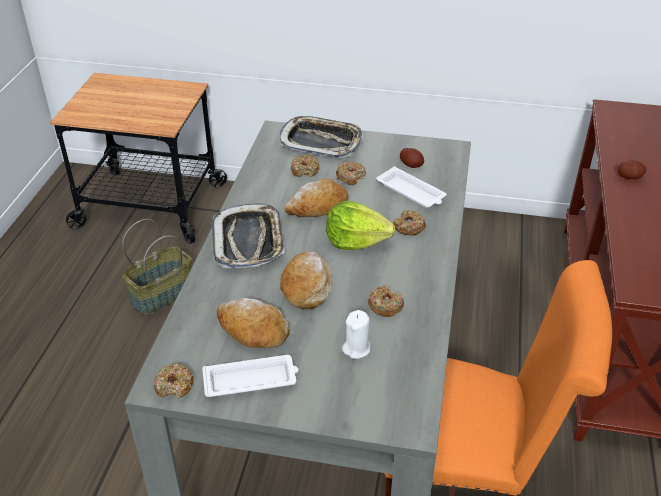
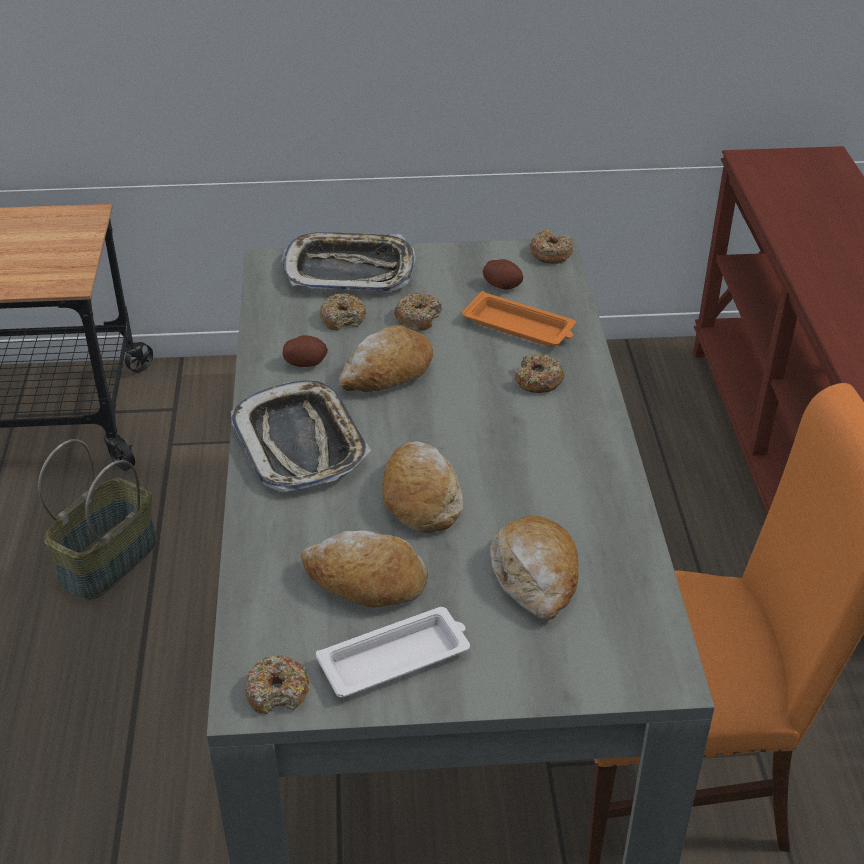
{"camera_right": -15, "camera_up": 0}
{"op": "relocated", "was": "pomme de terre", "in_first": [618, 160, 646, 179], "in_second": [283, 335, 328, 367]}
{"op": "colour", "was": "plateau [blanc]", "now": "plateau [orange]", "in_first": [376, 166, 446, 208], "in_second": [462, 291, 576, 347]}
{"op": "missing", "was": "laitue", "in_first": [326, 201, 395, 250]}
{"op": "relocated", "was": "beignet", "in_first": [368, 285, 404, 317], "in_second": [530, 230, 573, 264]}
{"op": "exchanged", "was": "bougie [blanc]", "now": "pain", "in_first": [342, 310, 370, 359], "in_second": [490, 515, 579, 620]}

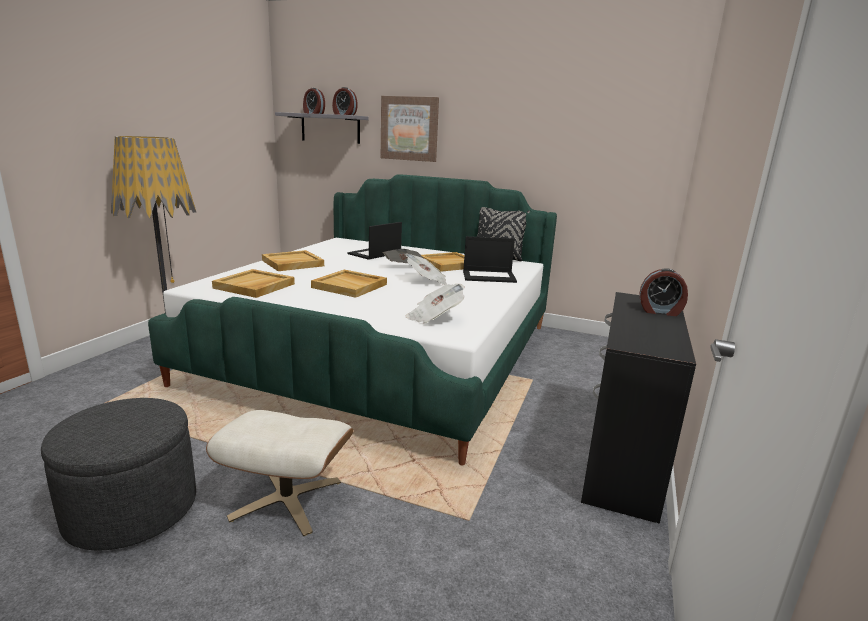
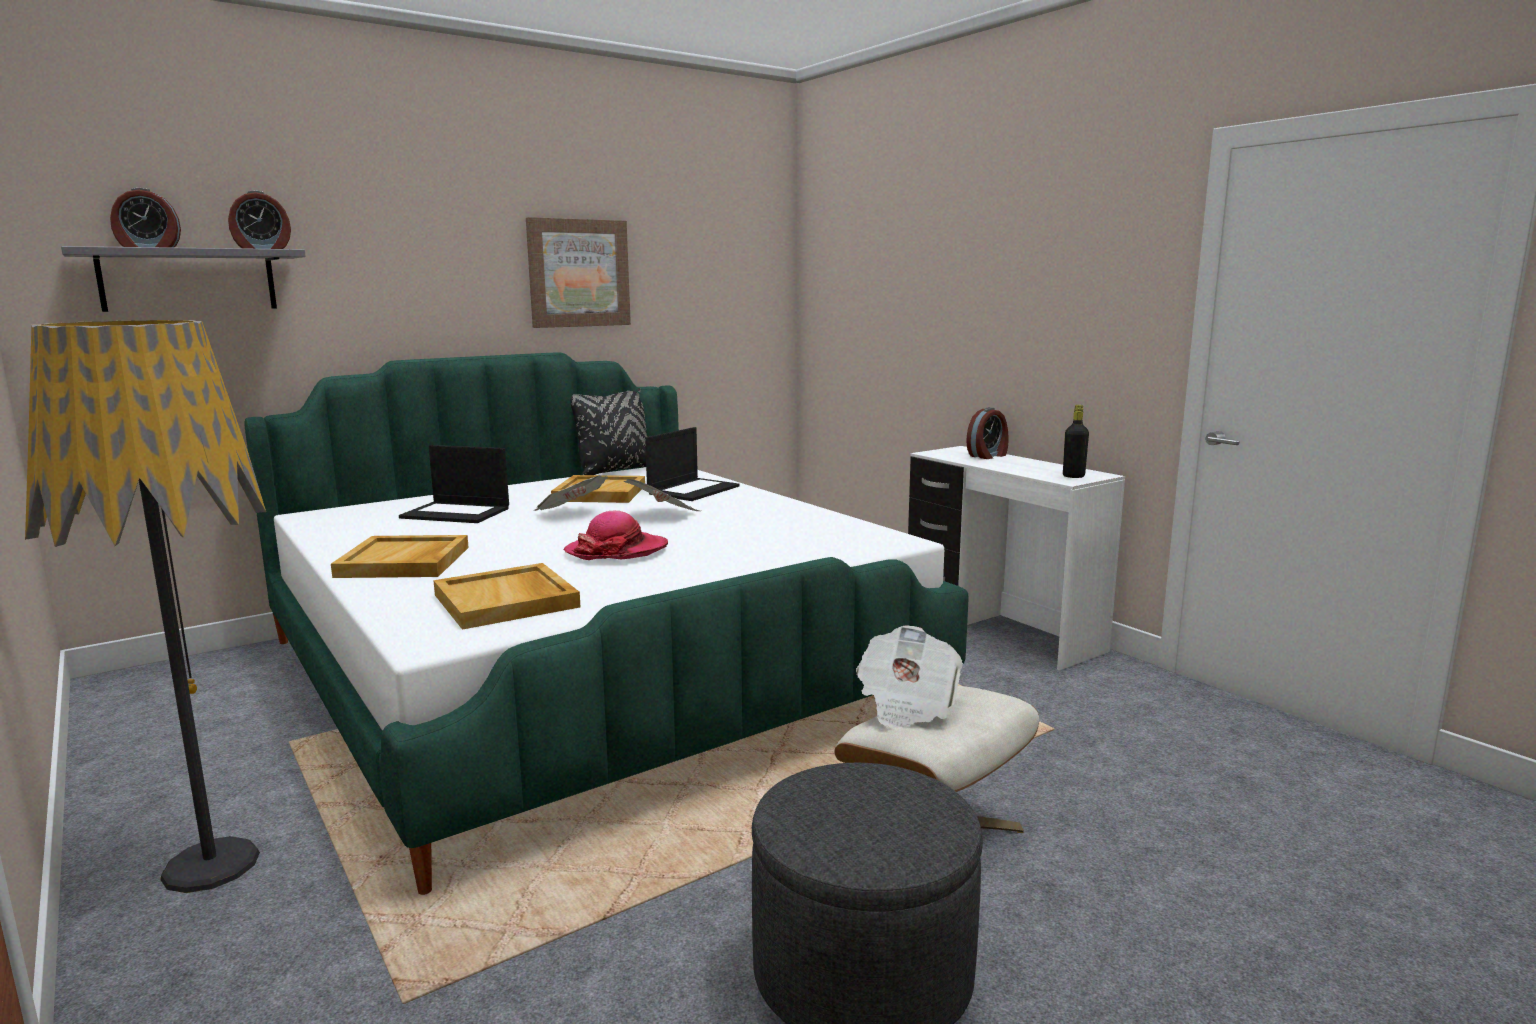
{"camera_right": -55, "camera_up": -5}
{"op": "relocated", "was": "tableau", "in_first": [381, 96, 439, 162], "in_second": [526, 217, 631, 328]}
{"op": "spun", "was": "ordinateur portable", "in_first": [347, 222, 402, 260], "in_second": [399, 445, 509, 523], "clockwise": -60}
{"op": "exchanged", "was": "plateau [beige]", "now": "chapeau", "in_first": [311, 270, 387, 298], "in_second": [563, 511, 668, 560]}
{"op": "relocated", "was": "journal", "in_first": [405, 284, 465, 323], "in_second": [856, 626, 963, 728]}
{"op": "colour", "was": "bureau [noir]", "now": "bureau [blanc]", "in_first": [581, 292, 696, 524], "in_second": [908, 446, 1125, 671]}
{"op": "appeared", "now": "bouteille [noir]", "in_second": [1063, 405, 1089, 478]}

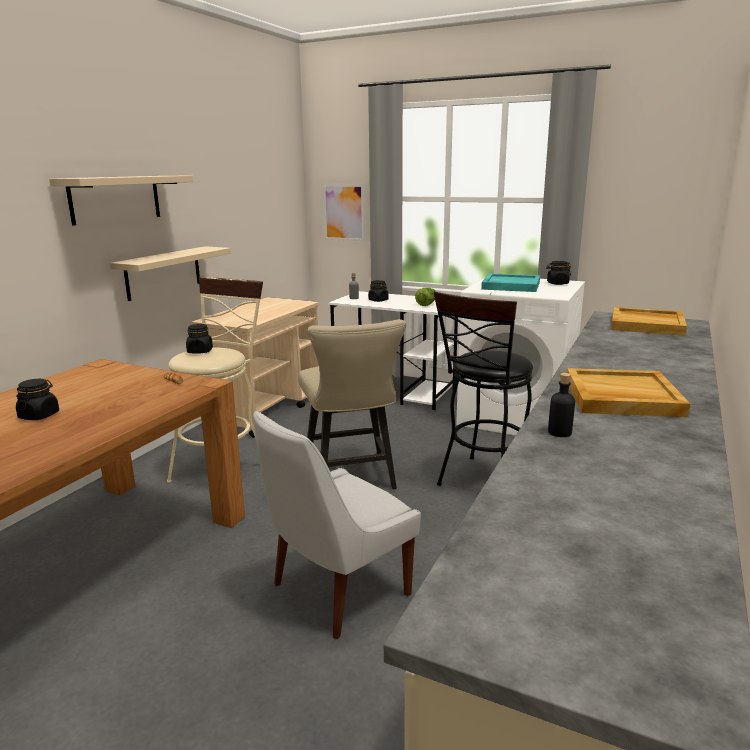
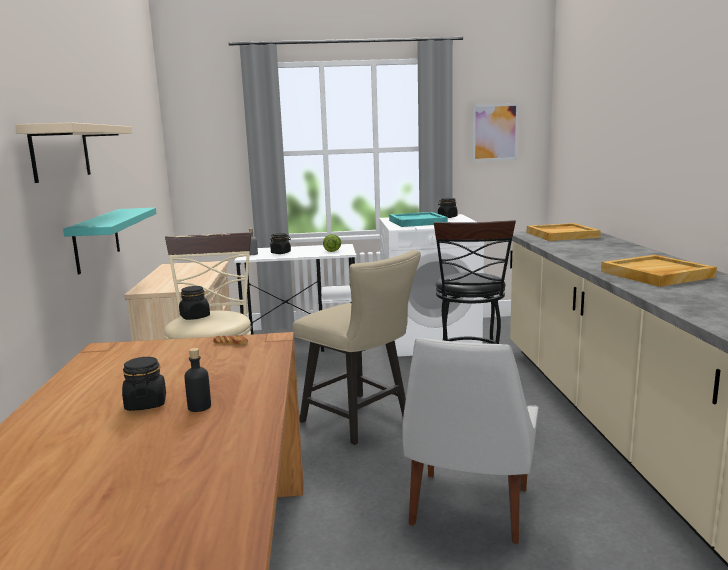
{"camera_right": -30, "camera_up": -5}
{"op": "relocated", "was": "tableau", "in_first": [323, 184, 365, 241], "in_second": [472, 103, 519, 161]}
{"op": "colour", "was": "étagère [beige]", "now": "étagère [turquoise]", "in_first": [110, 246, 231, 301], "in_second": [63, 208, 157, 274]}
{"op": "relocated", "was": "bouteille [noir]", "in_first": [548, 373, 575, 437], "in_second": [184, 348, 211, 412]}

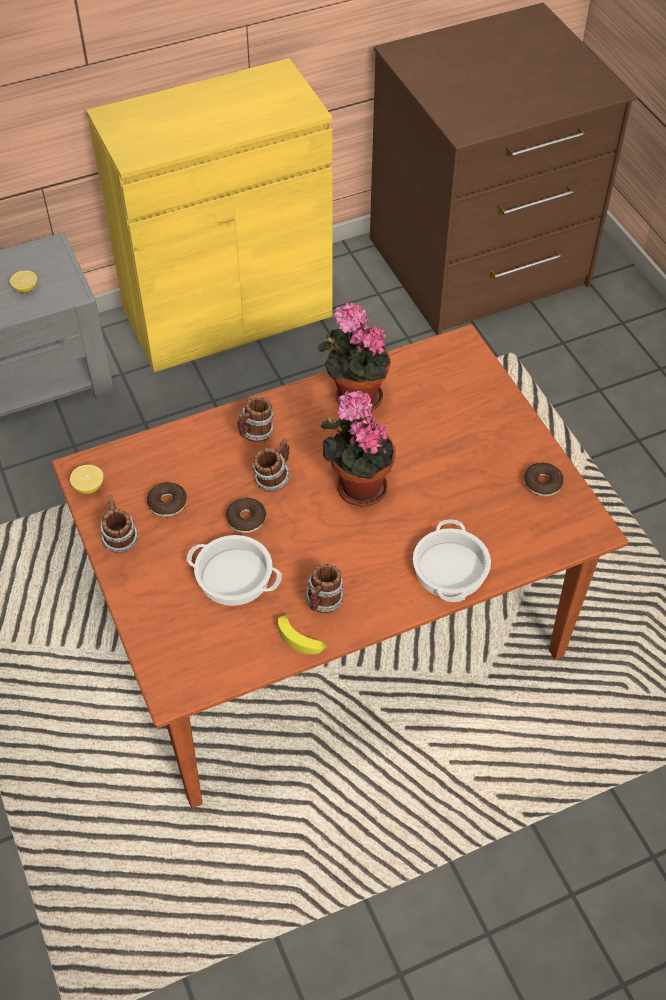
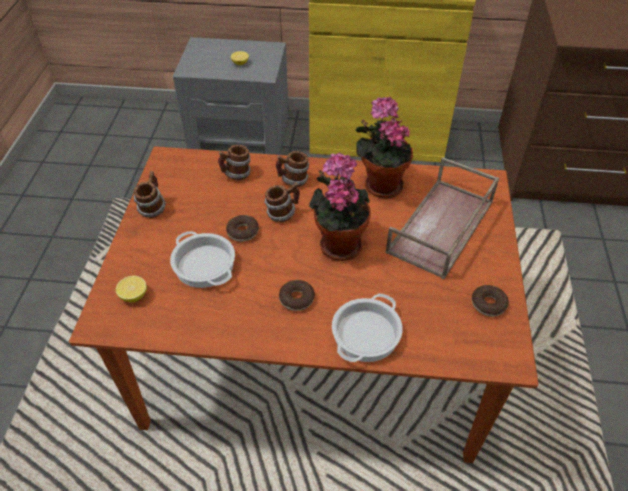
{"camera_right": 30, "camera_up": -5}
{"op": "relocated", "was": "citron", "in_first": [70, 465, 104, 494], "in_second": [116, 276, 147, 302]}
{"op": "relocated", "was": "beignet", "in_first": [147, 482, 187, 517], "in_second": [279, 280, 315, 311]}
{"op": "relocated", "was": "mug", "in_first": [305, 564, 344, 613], "in_second": [218, 145, 251, 180]}
{"op": "missing", "was": "banane", "in_first": [278, 613, 327, 654]}
{"op": "appeared", "now": "plateau [marron]", "in_second": [385, 157, 499, 279]}

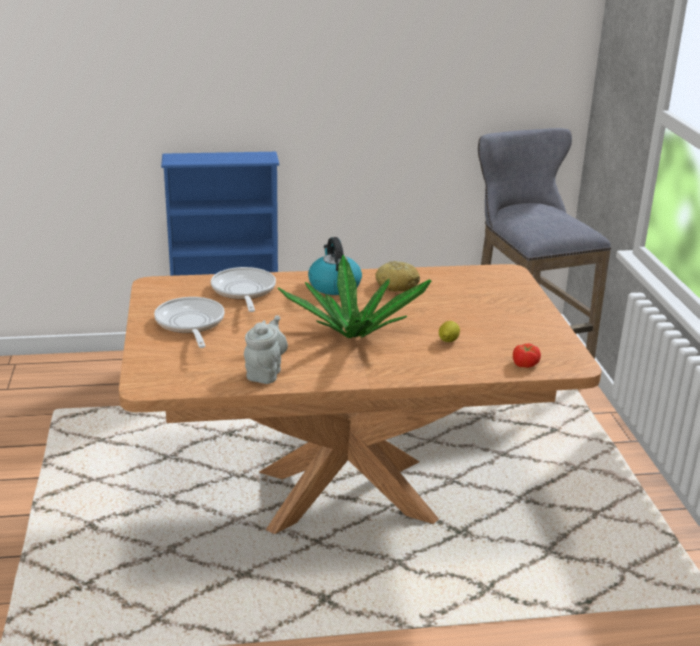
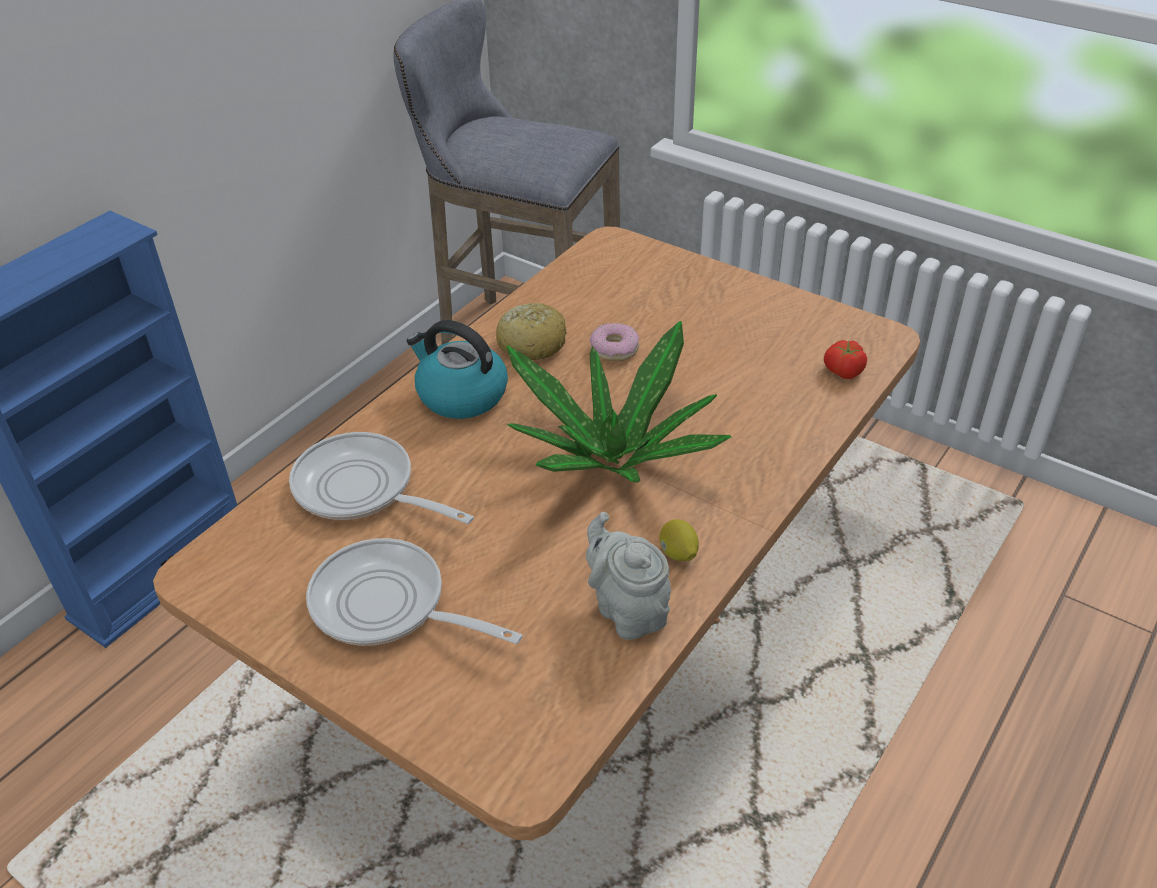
{"camera_right": -45, "camera_up": 15}
{"op": "relocated", "was": "citron", "in_first": [439, 321, 460, 342], "in_second": [660, 519, 699, 561]}
{"op": "appeared", "now": "beignet", "in_second": [590, 323, 639, 361]}

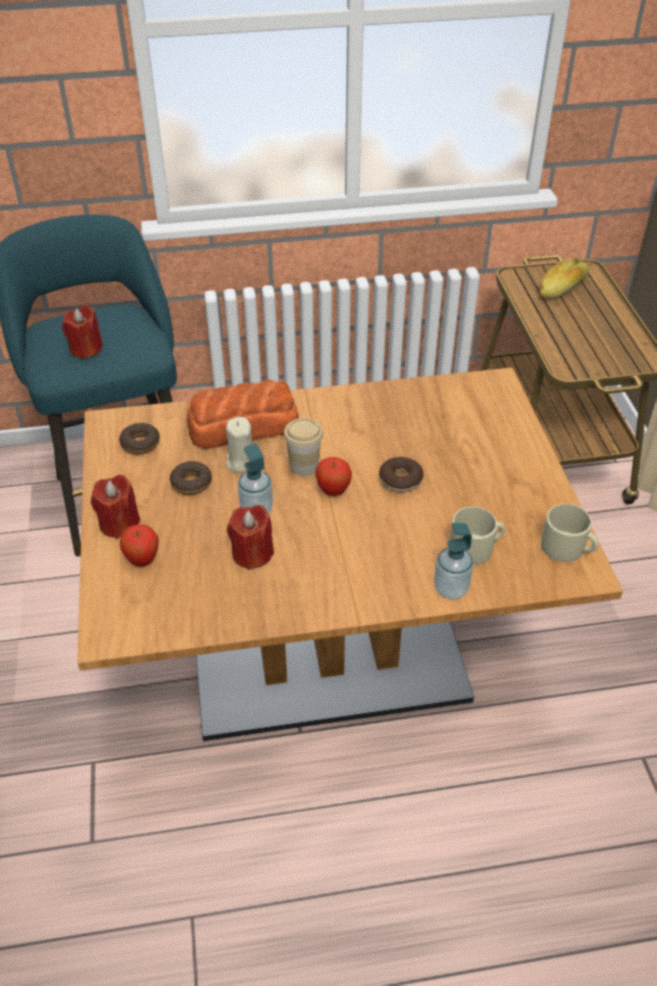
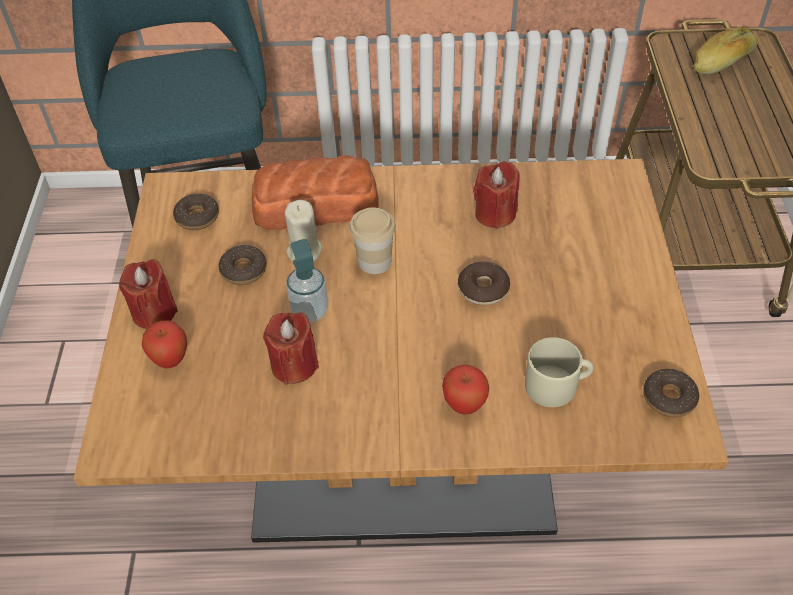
{"camera_right": 10, "camera_up": 5}
{"op": "relocated", "was": "bougie [rouge]", "in_first": [62, 305, 103, 359], "in_second": [473, 161, 520, 229]}
{"op": "relocated", "was": "pomme", "in_first": [316, 457, 352, 496], "in_second": [442, 364, 489, 415]}
{"op": "exchanged", "was": "mug [beige]", "now": "beignet", "in_first": [541, 504, 599, 562], "in_second": [643, 369, 699, 417]}
{"op": "missing", "was": "distributeur de savon", "in_first": [434, 523, 473, 600]}

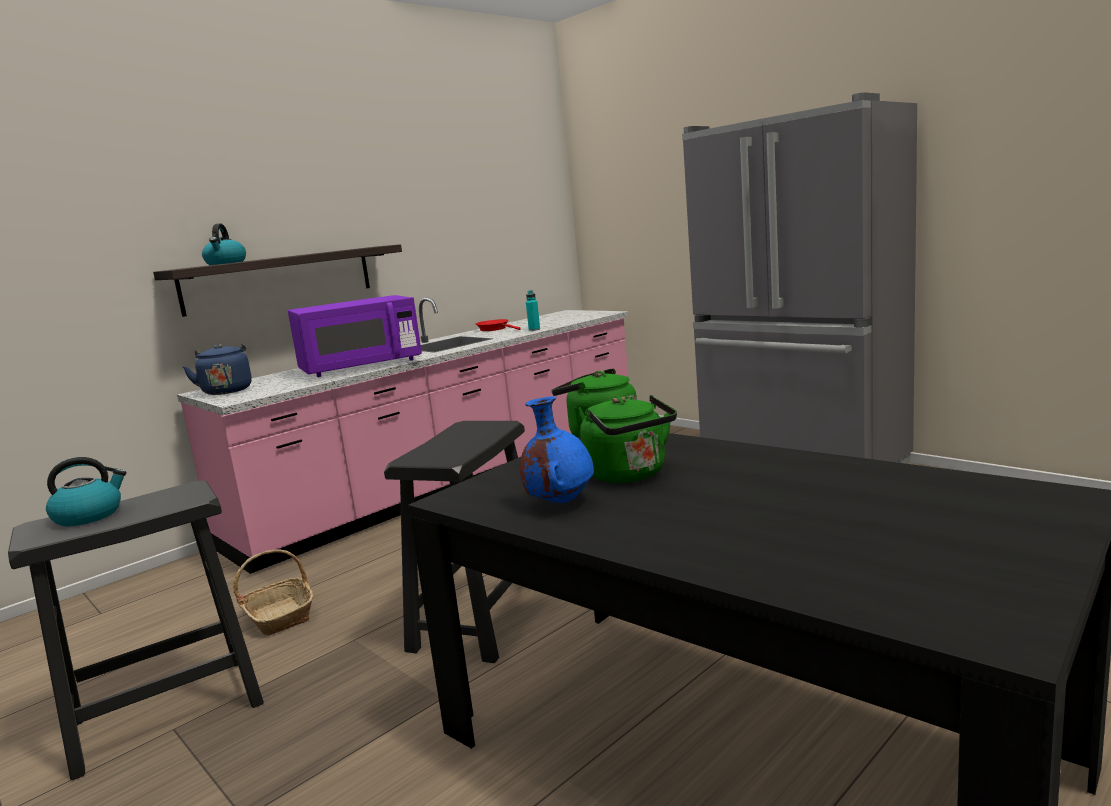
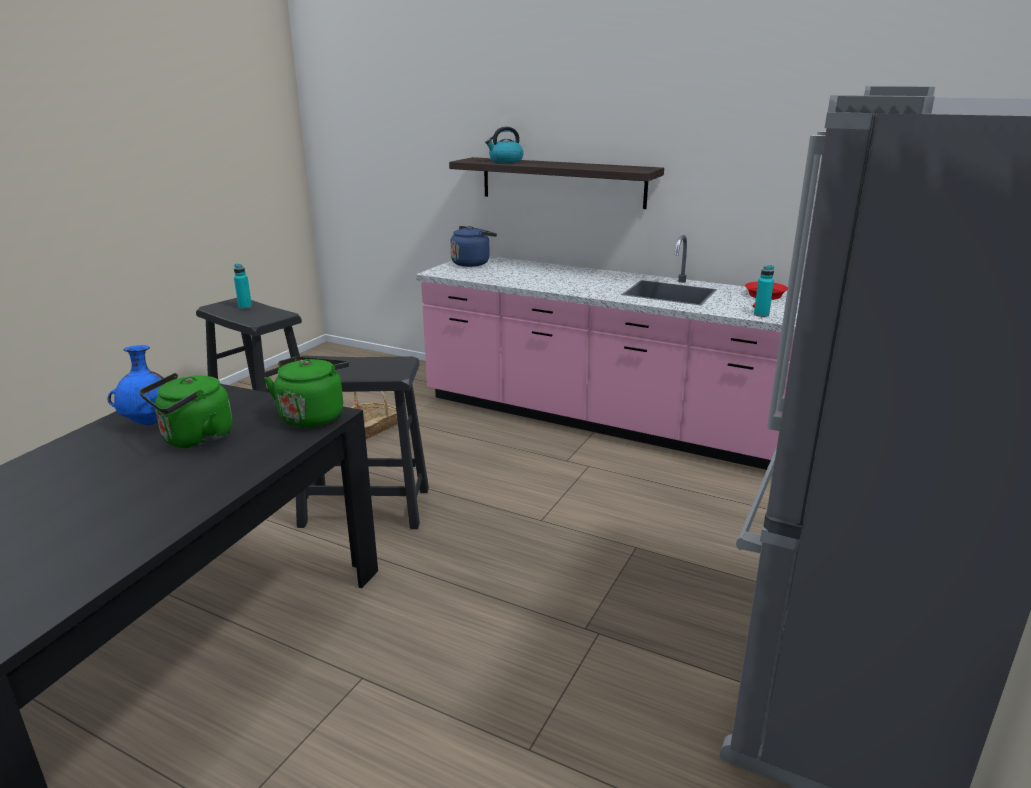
{"camera_right": 70, "camera_up": 10}
{"op": "missing", "was": "micro-ondes [violet]", "in_first": [288, 295, 422, 377]}
{"op": "exchanged", "was": "bouilloire", "now": "bouteille [turquoise]", "in_first": [46, 457, 126, 526], "in_second": [234, 264, 252, 309]}

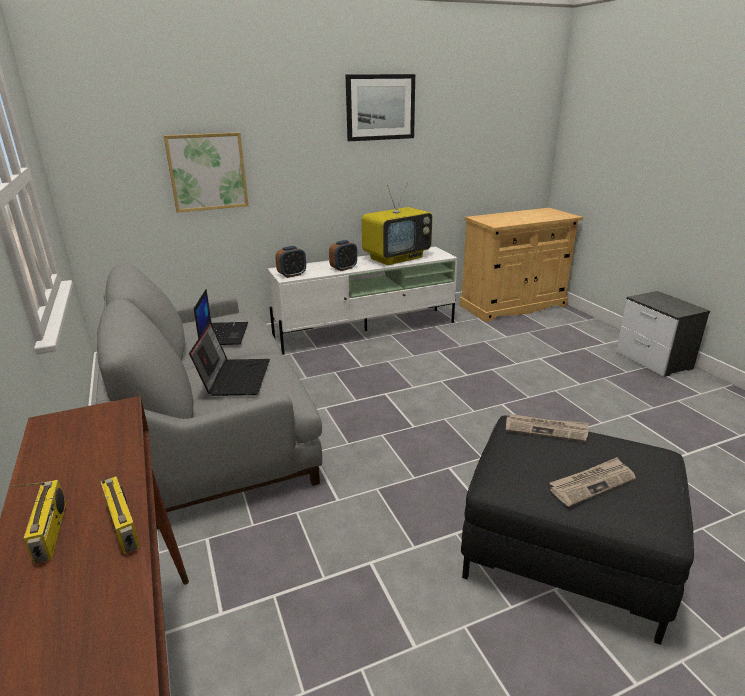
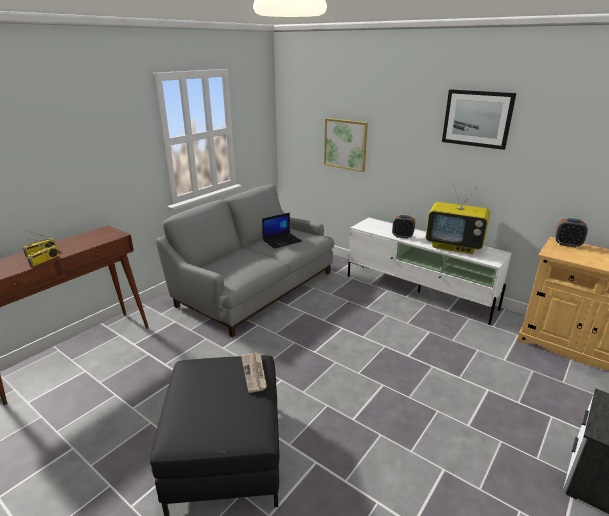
{"camera_right": 60, "camera_up": 0}
{"op": "relocated", "was": "réveil", "in_first": [275, 246, 306, 278], "in_second": [555, 218, 588, 248]}
{"op": "missing", "was": "ordinateur portable", "in_first": [189, 322, 270, 396]}
{"op": "missing", "was": "journal", "in_first": [550, 457, 636, 507]}

